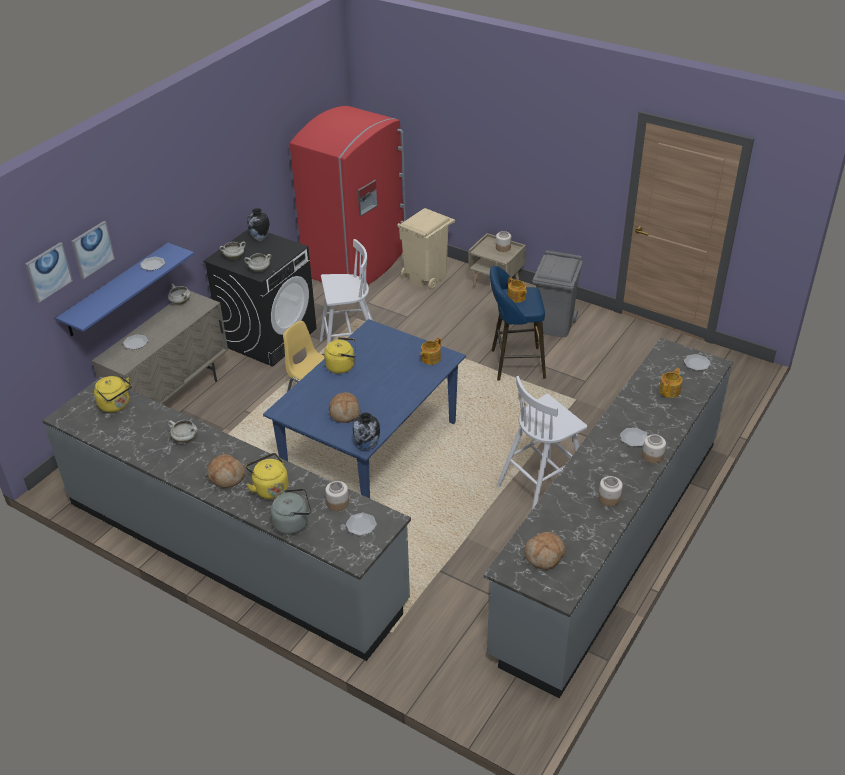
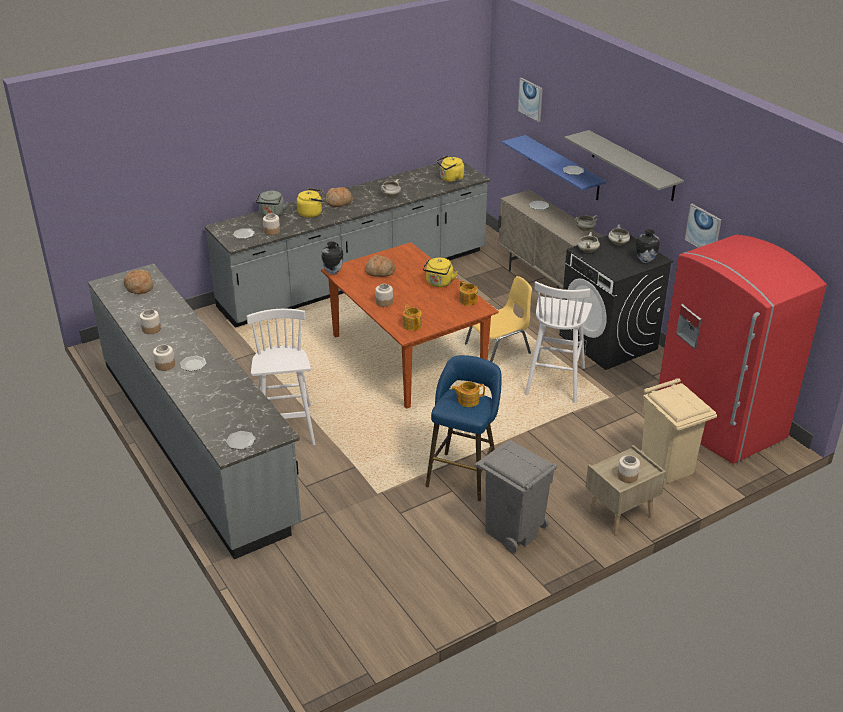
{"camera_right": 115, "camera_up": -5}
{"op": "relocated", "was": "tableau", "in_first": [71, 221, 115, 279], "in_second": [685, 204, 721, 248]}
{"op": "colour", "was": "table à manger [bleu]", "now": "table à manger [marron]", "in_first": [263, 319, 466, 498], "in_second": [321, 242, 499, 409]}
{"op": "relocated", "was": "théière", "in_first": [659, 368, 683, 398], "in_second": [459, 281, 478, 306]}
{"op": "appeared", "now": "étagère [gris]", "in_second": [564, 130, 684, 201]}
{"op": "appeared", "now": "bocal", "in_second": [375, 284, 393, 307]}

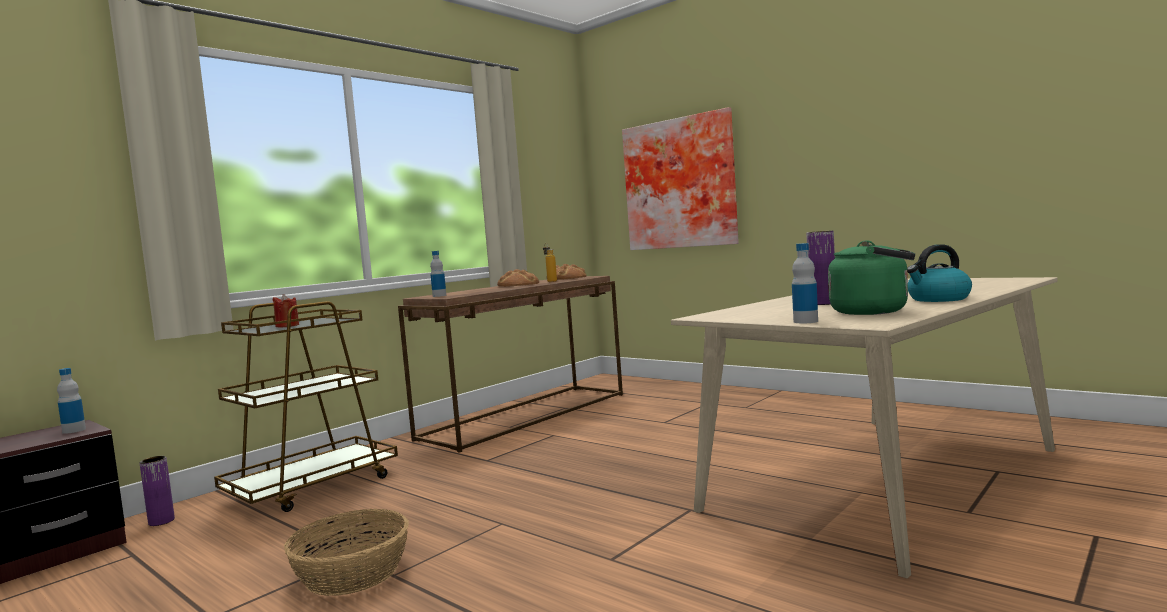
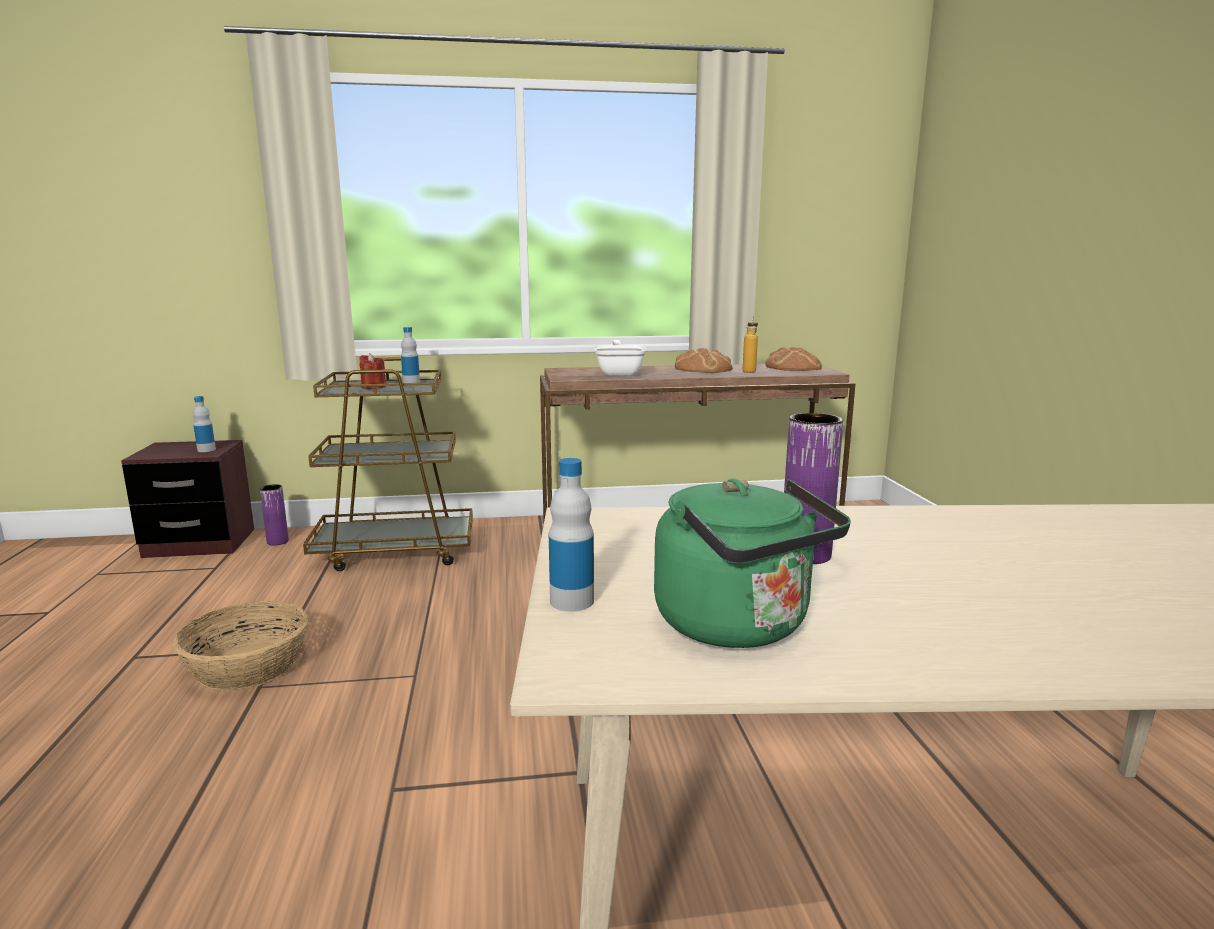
{"camera_right": 40, "camera_up": 10}
{"op": "missing", "was": "tableau", "in_first": [622, 107, 739, 250]}
{"op": "missing", "was": "bouilloire", "in_first": [907, 245, 972, 302]}
{"op": "relocated", "was": "bouteille", "in_first": [430, 251, 446, 297], "in_second": [401, 327, 420, 383]}
{"op": "appeared", "now": "poêle", "in_second": [594, 340, 647, 376]}

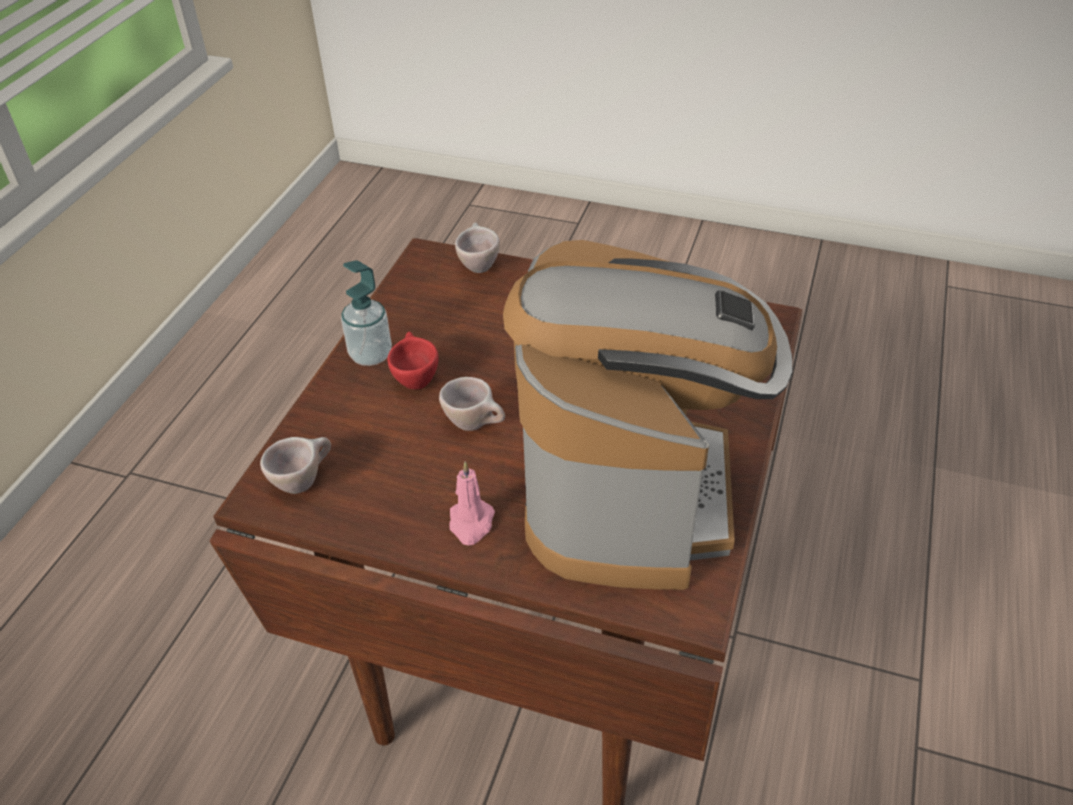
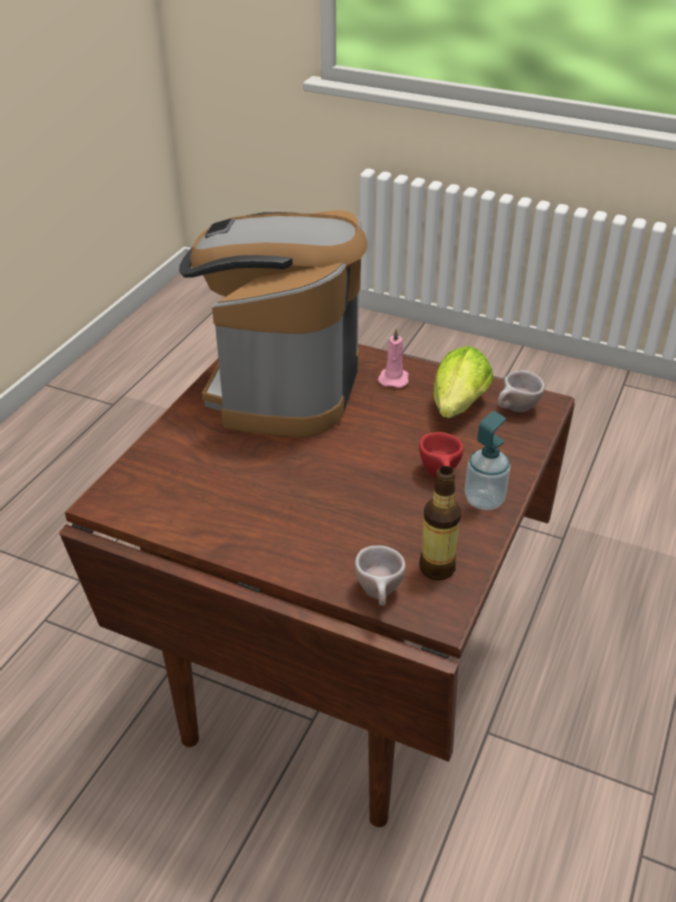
{"camera_right": -175, "camera_up": -5}
{"op": "missing", "was": "tasse [beige]", "in_first": [439, 377, 505, 431]}
{"op": "appeared", "now": "laitue", "in_second": [433, 346, 493, 418]}
{"op": "appeared", "now": "bouteille", "in_second": [419, 466, 461, 580]}

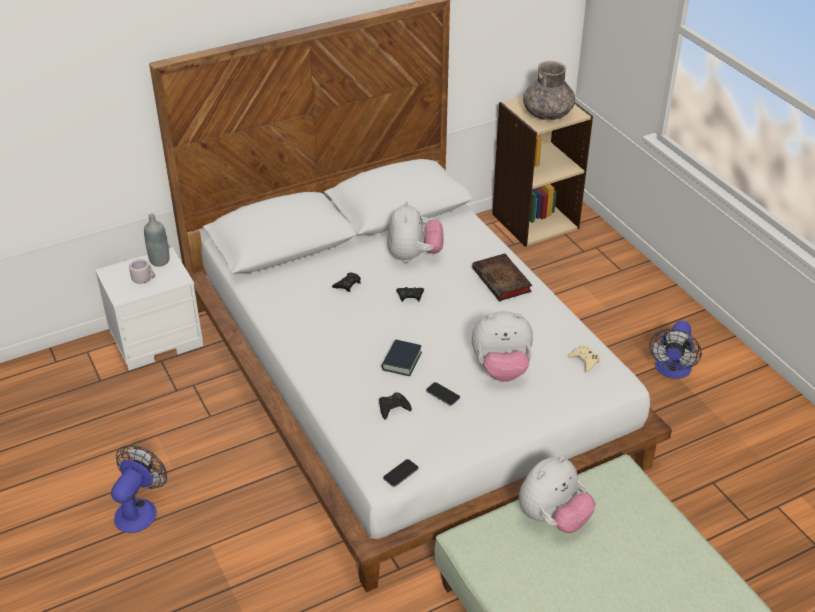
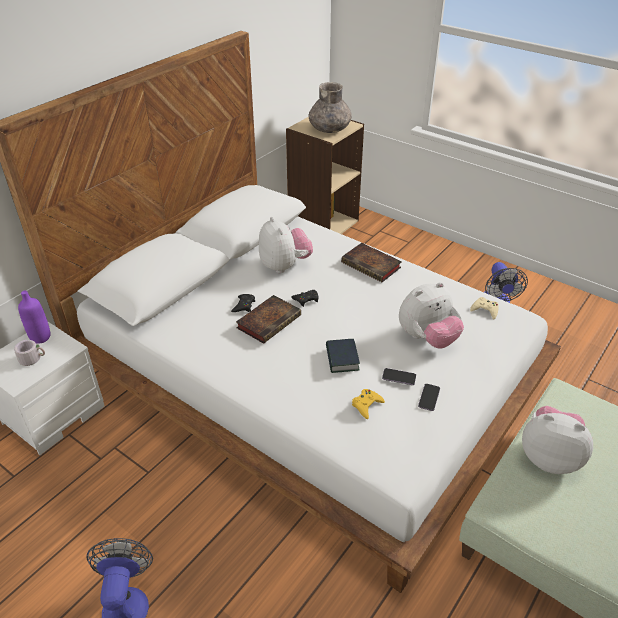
{"camera_right": -25, "camera_up": 0}
{"op": "colour", "was": "bouteille [gris]", "now": "bouteille [violet]", "in_first": [144, 214, 170, 267], "in_second": [18, 291, 51, 344]}
{"op": "colour", "was": "manette [noir]", "now": "manette [jaune]", "in_first": [379, 393, 412, 419], "in_second": [352, 389, 385, 419]}
{"op": "spun", "was": "peluche", "in_first": [519, 456, 596, 533], "in_second": [522, 406, 593, 474], "clockwise": -90}
{"op": "relocated", "was": "téléphone", "in_first": [383, 459, 419, 487], "in_second": [418, 384, 440, 411]}
{"op": "appeared", "now": "livre", "in_second": [236, 295, 301, 344]}

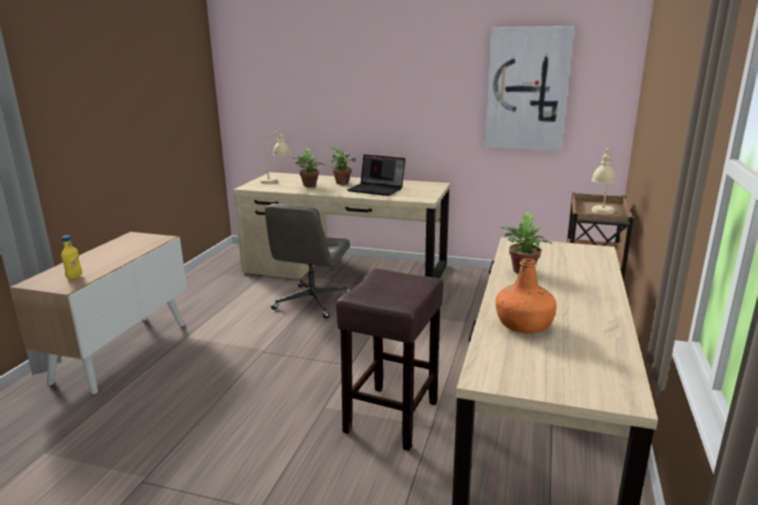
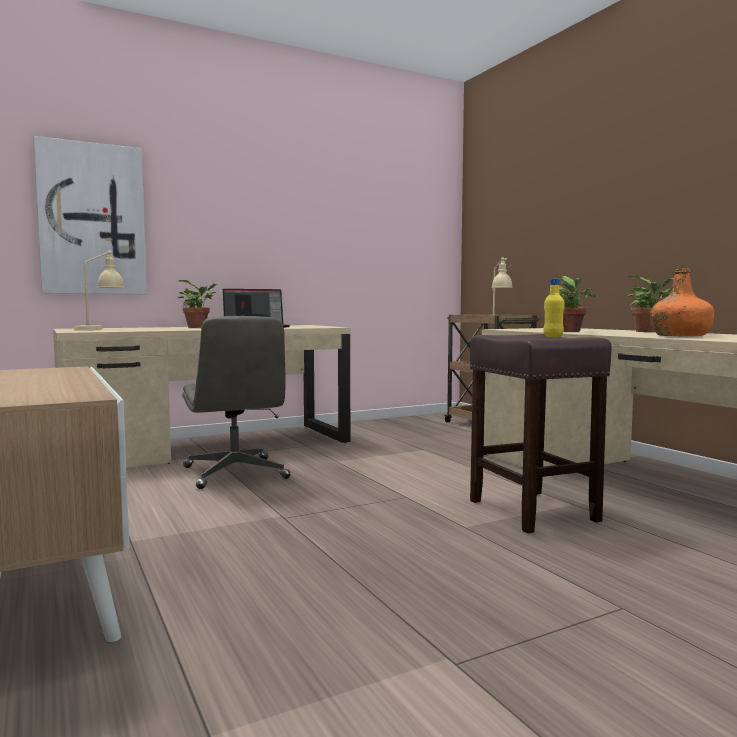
{"camera_right": -45, "camera_up": -15}
{"op": "relocated", "was": "tableau", "in_first": [485, 26, 574, 151], "in_second": [33, 136, 147, 294]}
{"op": "relocated", "was": "plante en pot", "in_first": [293, 148, 325, 187], "in_second": [628, 275, 674, 332]}
{"op": "relocated", "was": "bouteille [jaune]", "in_first": [61, 235, 82, 280], "in_second": [543, 279, 564, 337]}

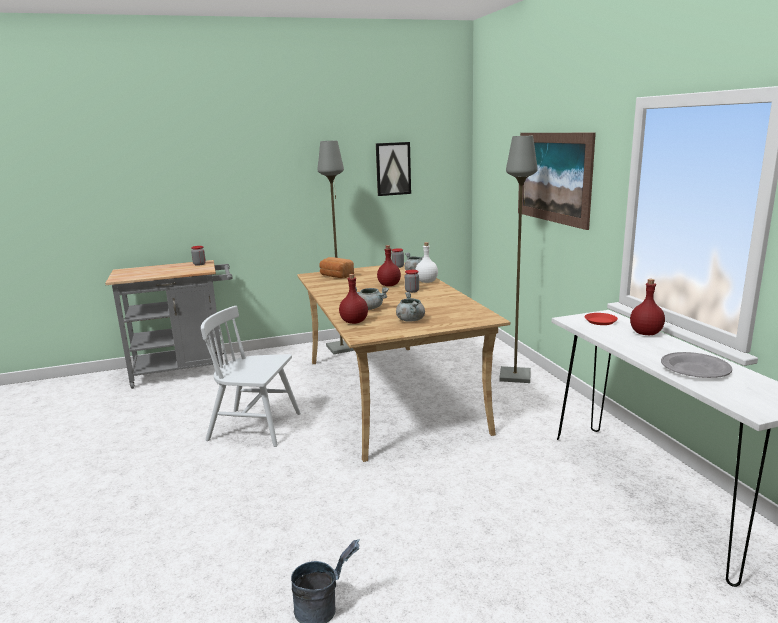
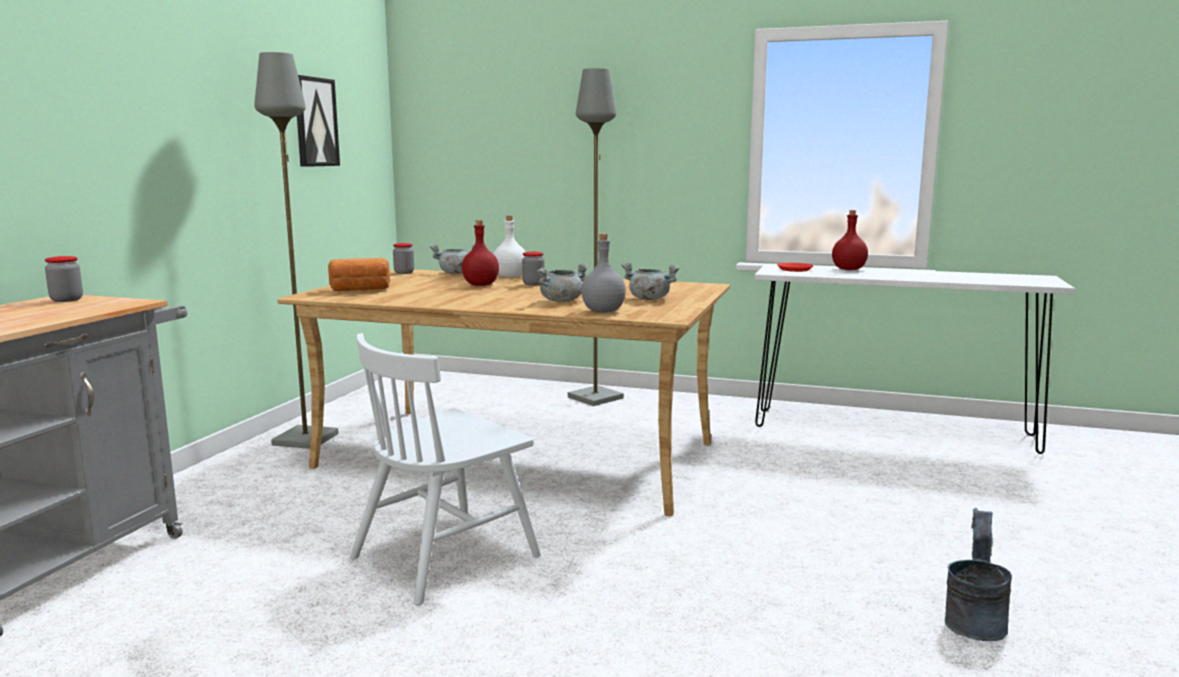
{"camera_right": -55, "camera_up": -5}
{"op": "missing", "was": "tableau", "in_first": [518, 133, 596, 230]}
{"op": "colour", "was": "bouteille [rouge]", "now": "bouteille [gris]", "in_first": [339, 274, 368, 324], "in_second": [581, 234, 626, 313]}
{"op": "missing", "was": "assiette [gris]", "in_first": [661, 352, 732, 378]}

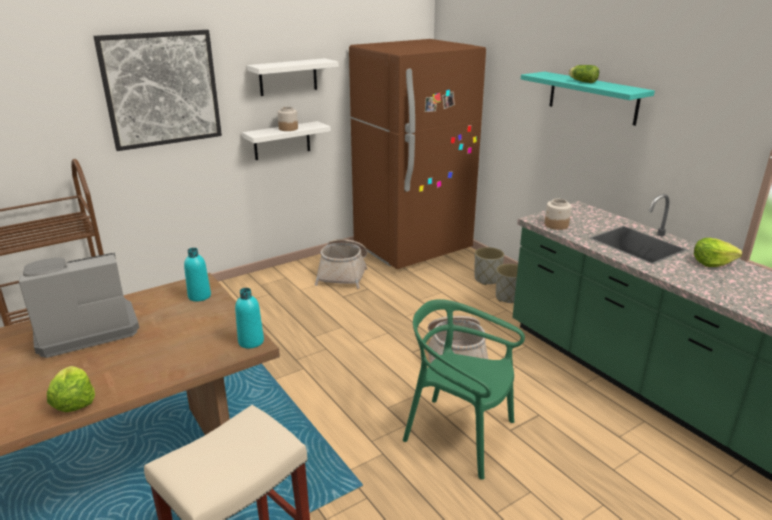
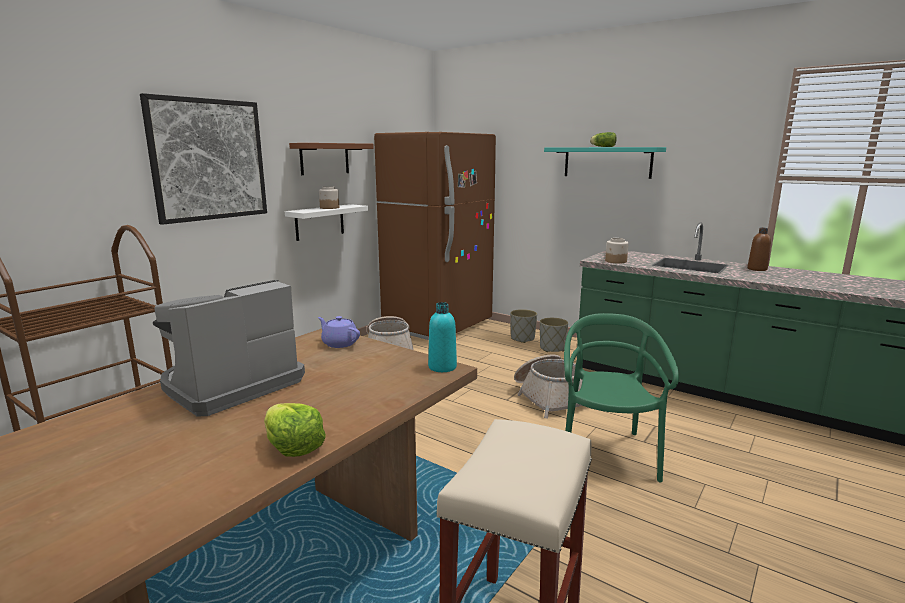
{"camera_right": -20, "camera_up": -10}
{"op": "colour", "was": "étagère [blanc]", "now": "étagère [marron]", "in_first": [247, 58, 339, 96], "in_second": [289, 143, 374, 175]}
{"op": "exchanged", "was": "laitue", "now": "bouteille [marron]", "in_first": [694, 238, 742, 267], "in_second": [747, 228, 771, 271]}
{"op": "exchanged", "was": "bouteille [turquoise]", "now": "théière [violet]", "in_first": [184, 248, 211, 302], "in_second": [318, 316, 360, 348]}
{"op": "spun", "was": "chaise [vert]", "in_first": [403, 299, 525, 480], "in_second": [564, 313, 679, 482], "clockwise": 90}

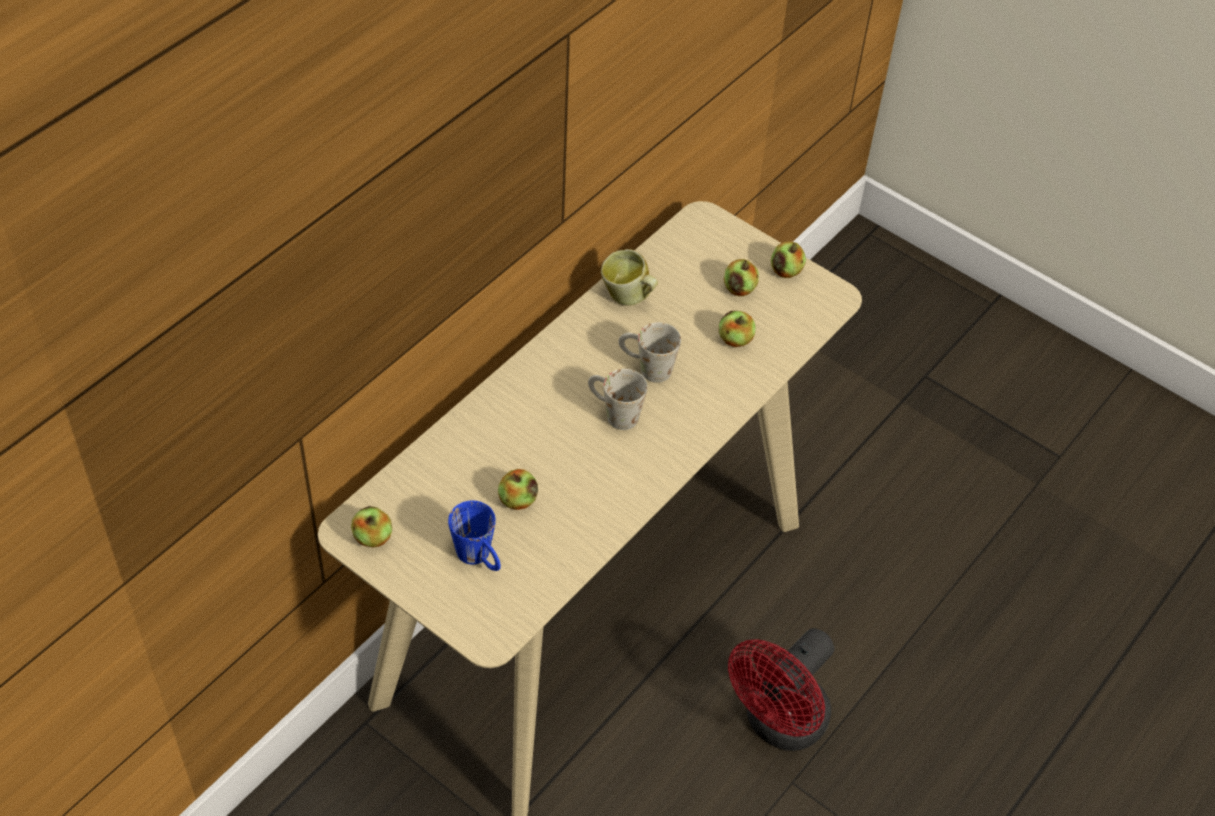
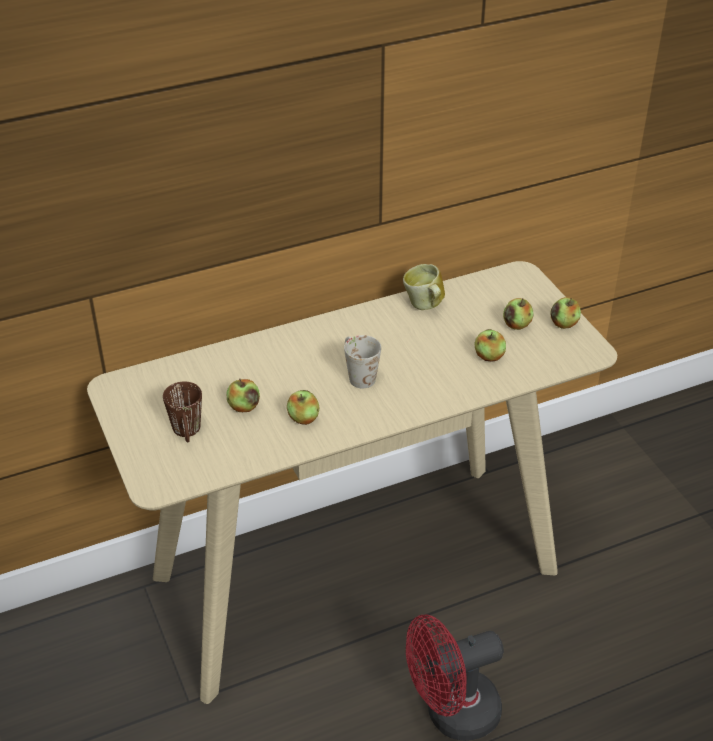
{"camera_right": 30, "camera_up": -10}
{"op": "missing", "was": "mug [blanc]", "in_first": [619, 322, 681, 383]}
{"op": "colour", "was": "mug [bleu]", "now": "mug [marron]", "in_first": [448, 501, 501, 571], "in_second": [163, 381, 202, 442]}
{"op": "relocated", "was": "pomme", "in_first": [351, 506, 392, 548], "in_second": [287, 390, 320, 425]}

